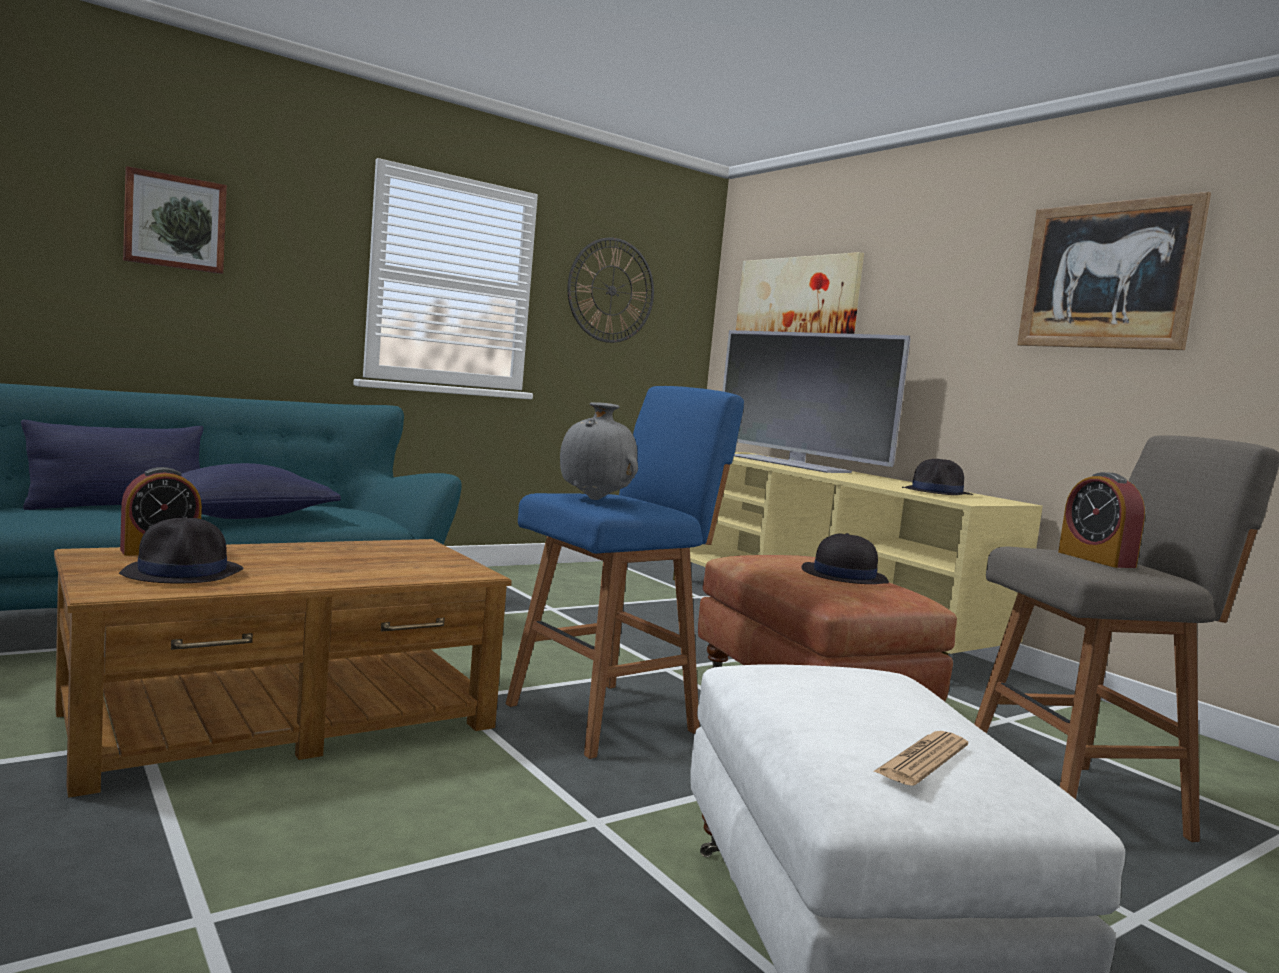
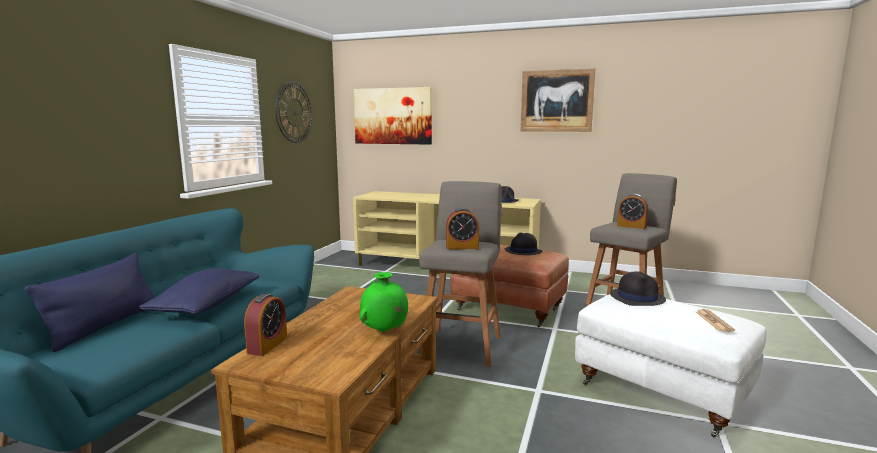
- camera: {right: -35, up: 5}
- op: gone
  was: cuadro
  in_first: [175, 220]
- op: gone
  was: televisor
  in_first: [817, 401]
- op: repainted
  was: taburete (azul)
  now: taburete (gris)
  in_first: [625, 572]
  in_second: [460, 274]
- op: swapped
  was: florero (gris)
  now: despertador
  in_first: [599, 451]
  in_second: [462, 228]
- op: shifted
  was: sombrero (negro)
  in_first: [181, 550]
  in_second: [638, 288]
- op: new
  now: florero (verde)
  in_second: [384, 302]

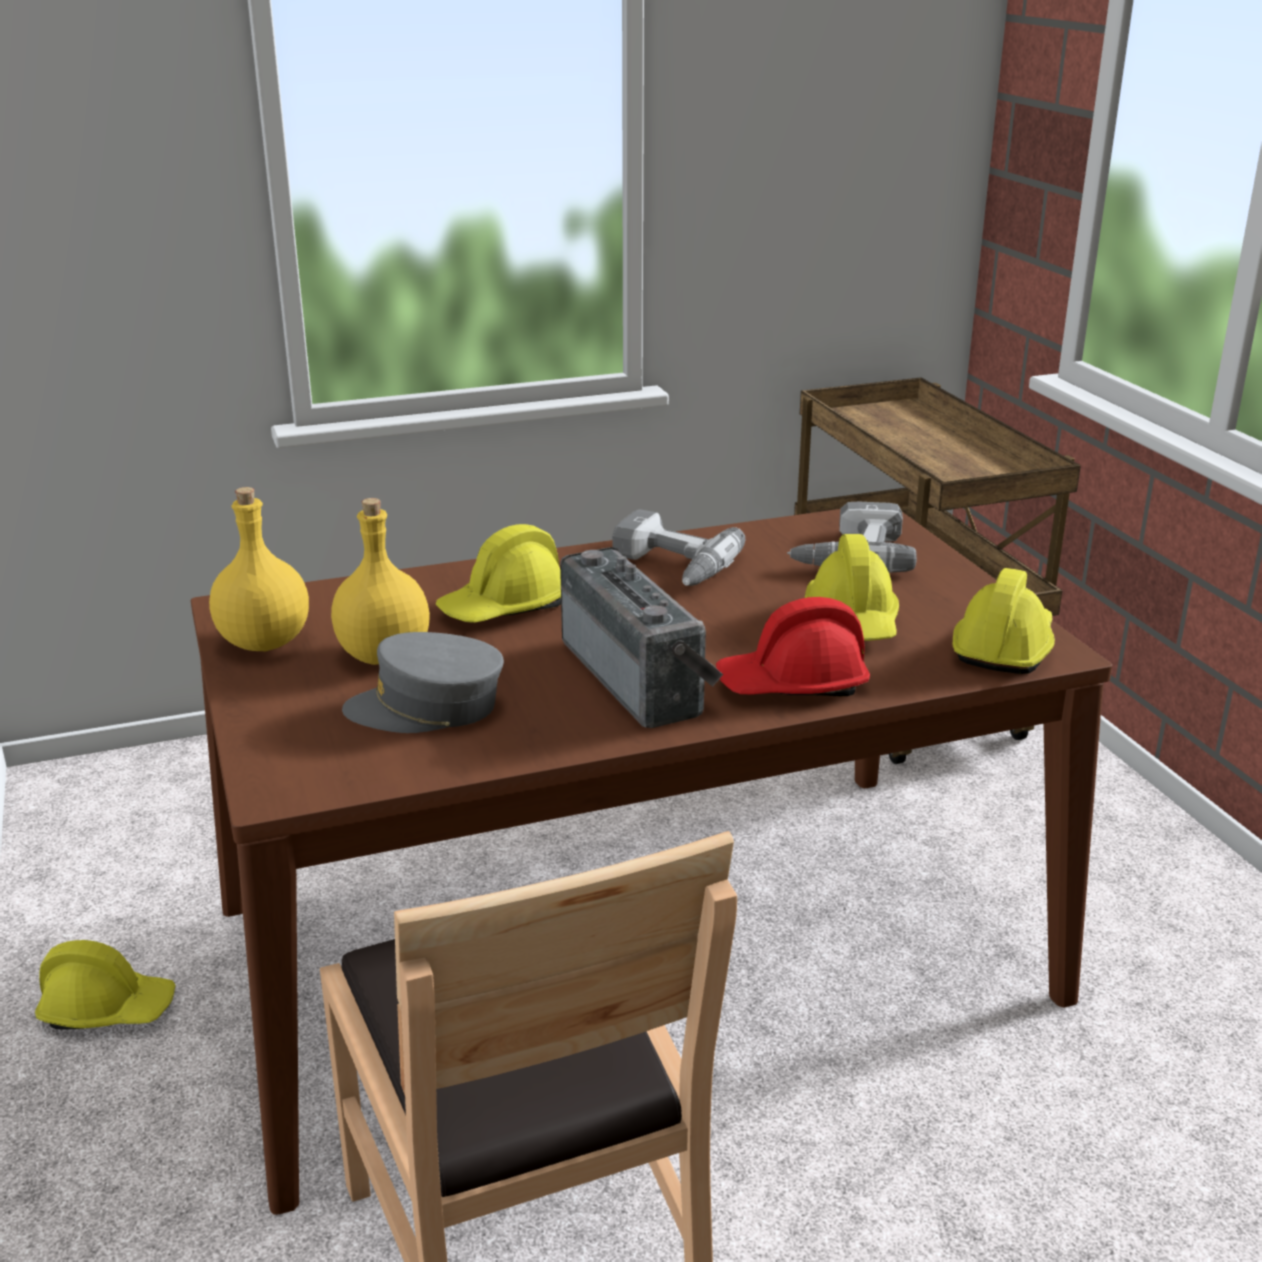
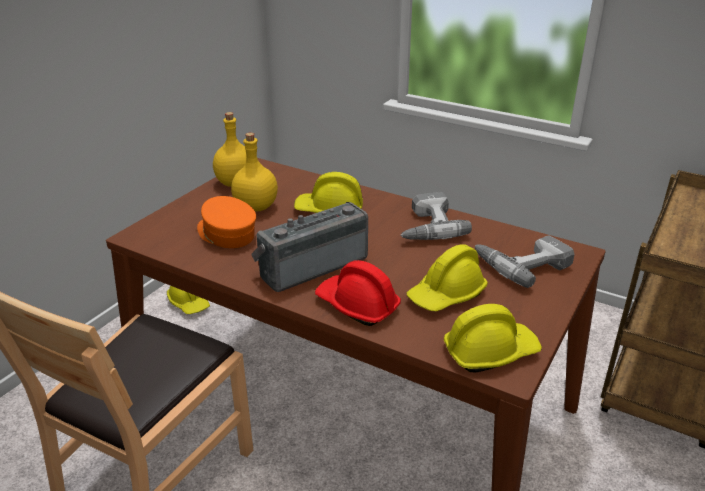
- camera: {right: 50, up: 5}
- op: rotated
  was: radio
  in_first: [641, 637]
  in_second: [309, 247]
  clockwise: -150
- op: repainted
  was: gorra (gris)
  now: gorra (naranja)
  in_first: [423, 682]
  in_second: [226, 222]

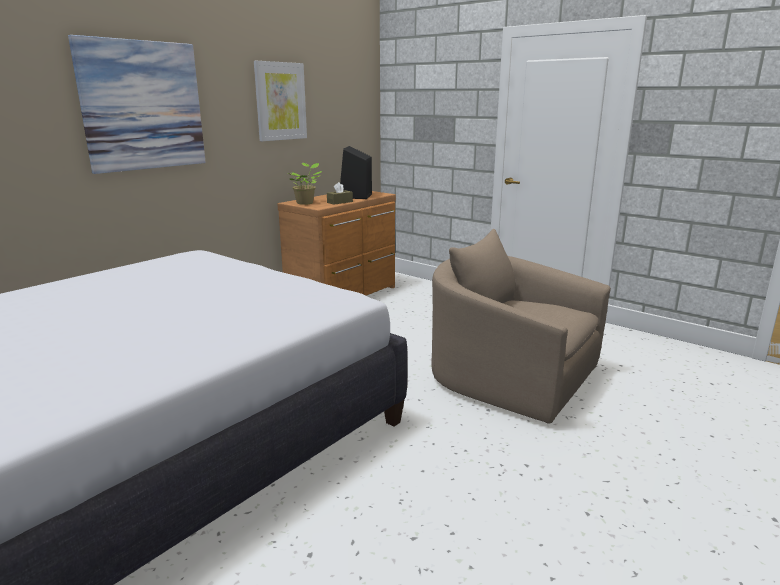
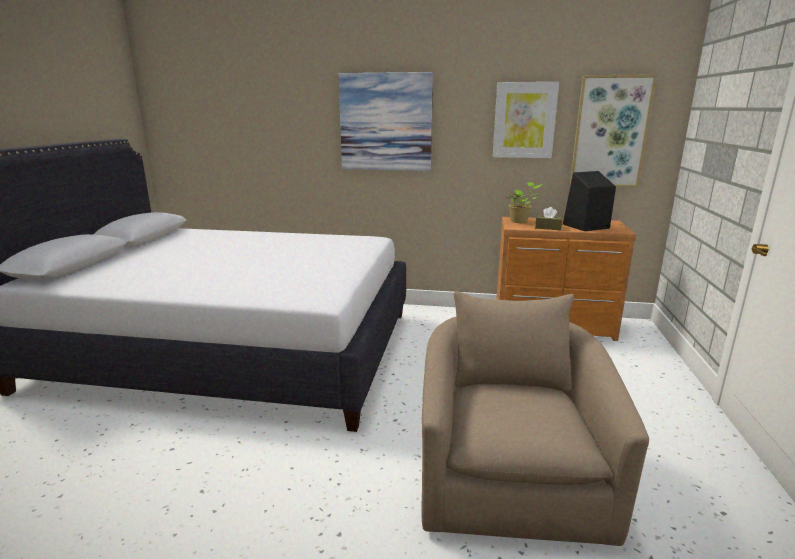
- camera: {right: 60, up: 0}
- op: new
  now: cuadro
  in_second: [613, 131]

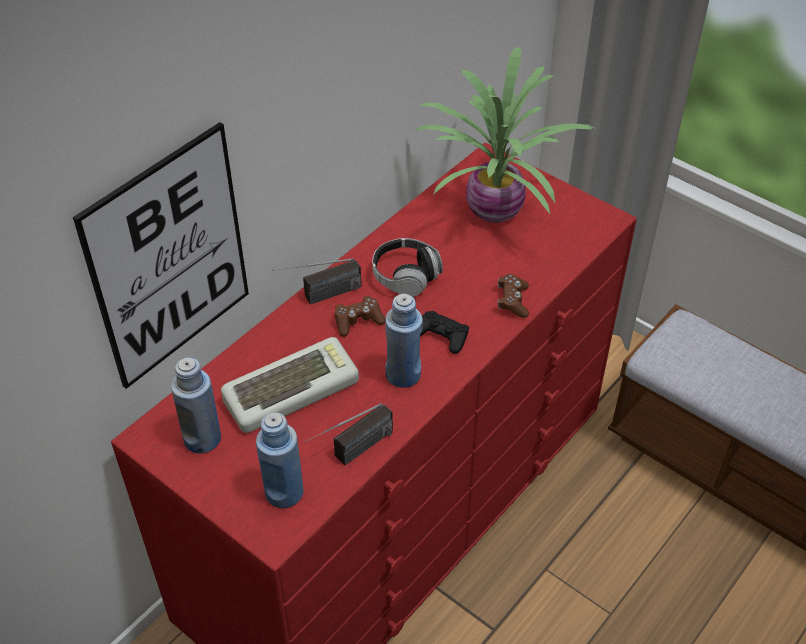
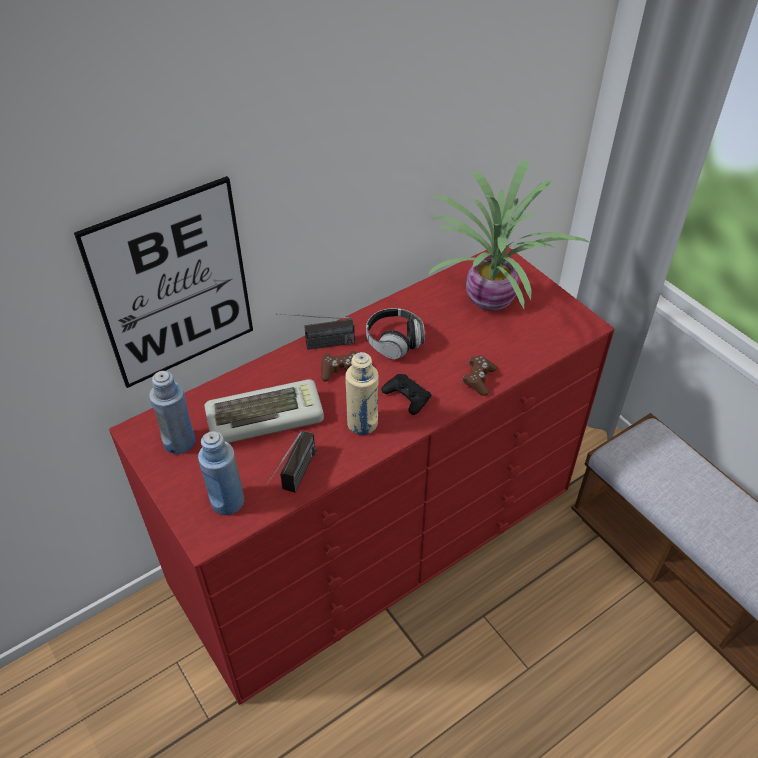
- camera: {right: 15, up: 0}
- op: repainted
  was: botella (azul)
  now: botella (beis)
  in_first: [404, 341]
  in_second: [361, 393]
- op: rotated
  was: radio
  in_first: [349, 434]
  in_second: [291, 462]
  clockwise: -45

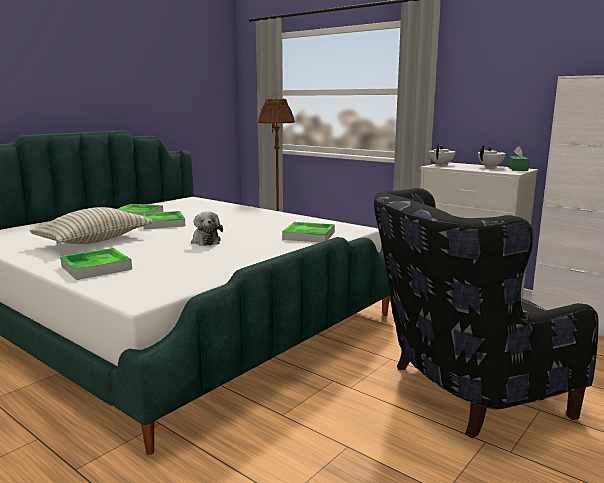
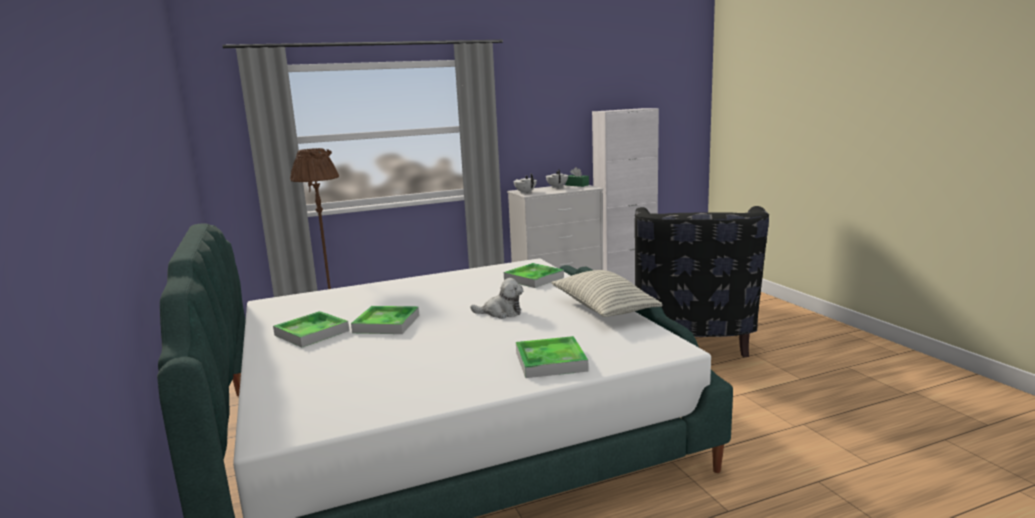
- camera: {right: -60, up: 0}
- op: shifted
  was: cojín
  in_first: [91, 225]
  in_second: [607, 293]

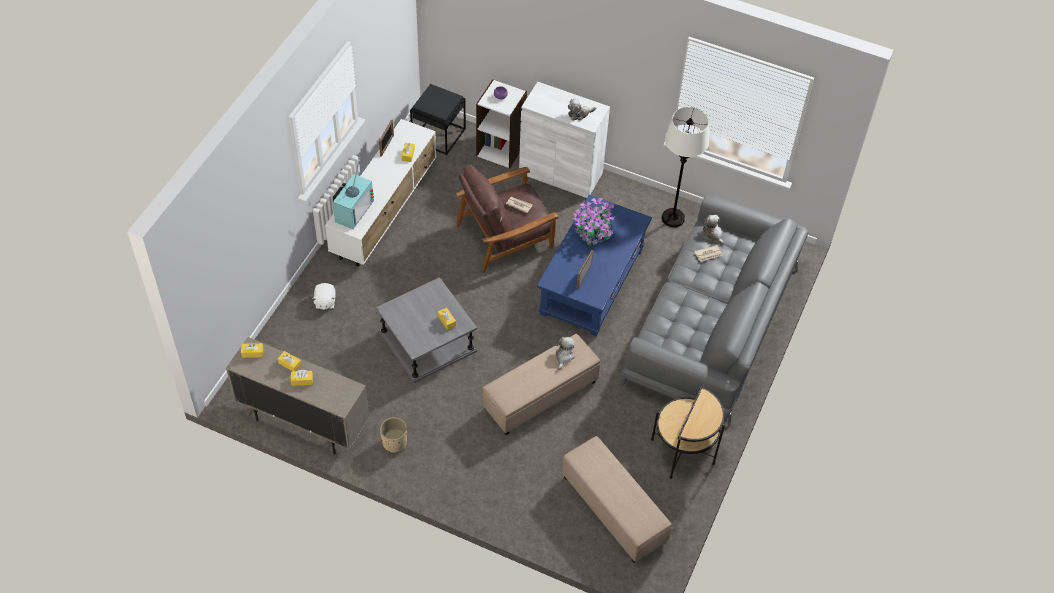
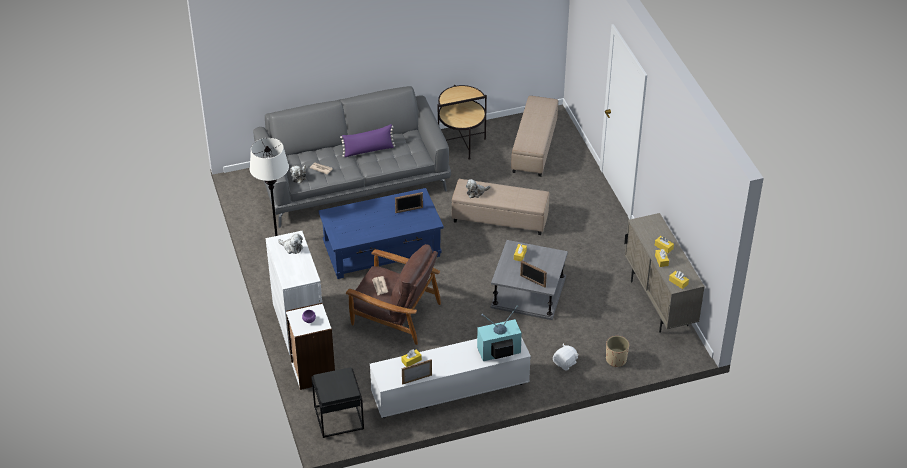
- camera: {right: -130, up: -10}
- op: gone
  was: planta en maceta
  in_first: [593, 221]
- op: shifted
  was: maceta (beis)
  in_first: [393, 434]
  in_second: [617, 351]
- op: new
  now: cojín (morado)
  in_second: [367, 140]
- op: new
  now: portarretratos
  in_second: [533, 274]

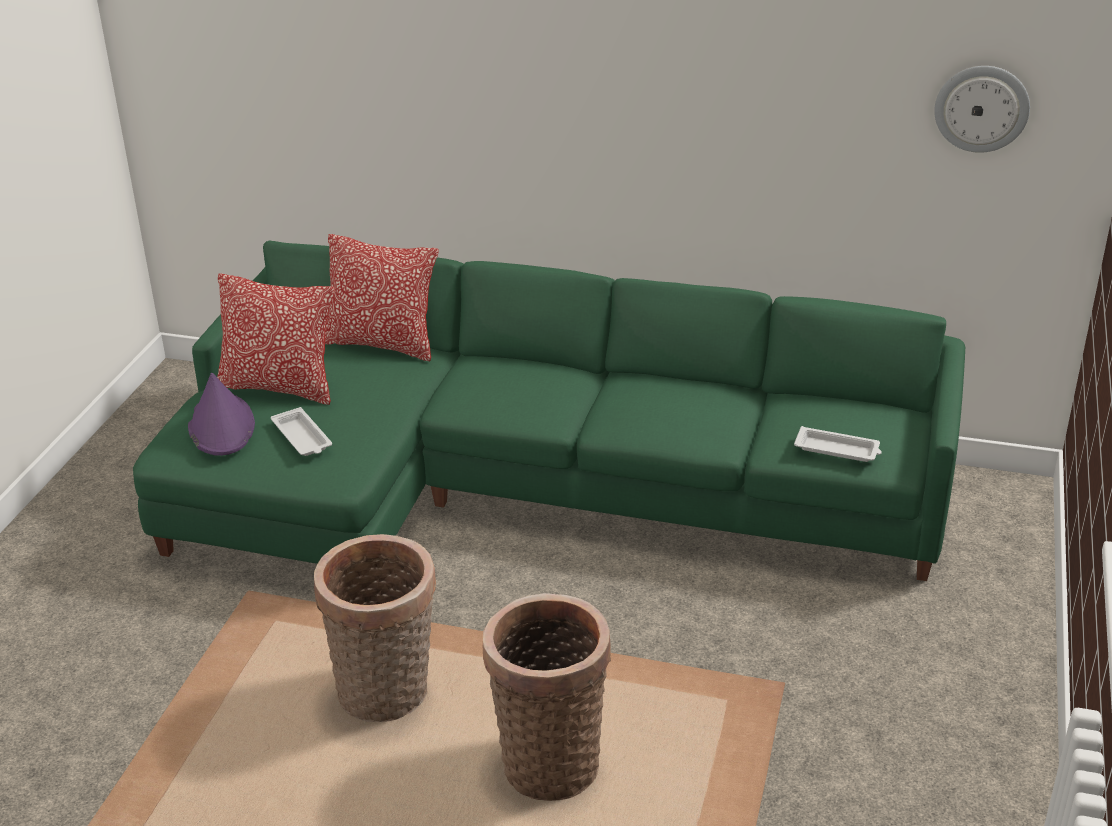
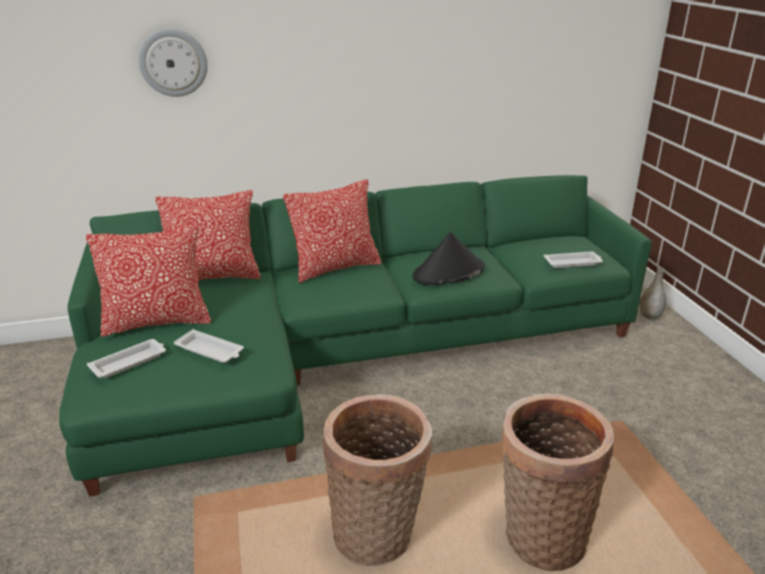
- camera: {right: -30, up: -5}
- op: shifted
  was: reloj de pared
  in_first: [982, 109]
  in_second: [173, 63]
- op: swapped
  was: sombrero (morado)
  now: bandeja (blanco)
  in_first: [221, 414]
  in_second: [126, 358]
- op: new
  now: cojín
  in_second: [332, 231]
- op: new
  now: sombrero (negro)
  in_second: [449, 258]
- op: new
  now: florero (gris)
  in_second: [652, 294]

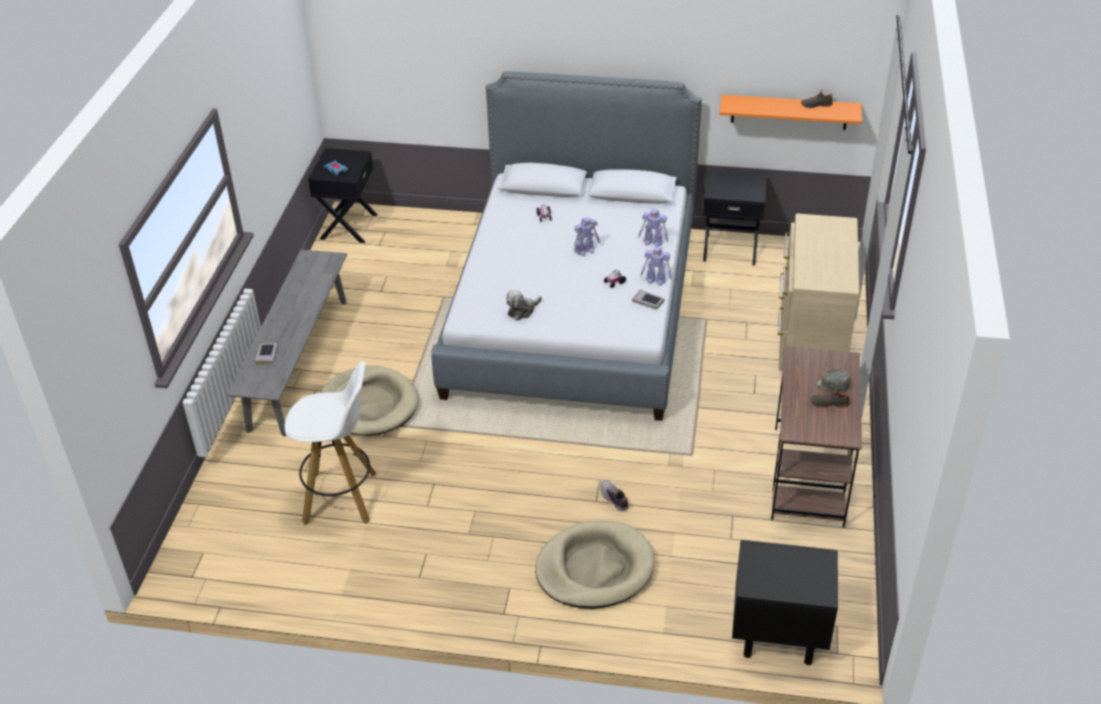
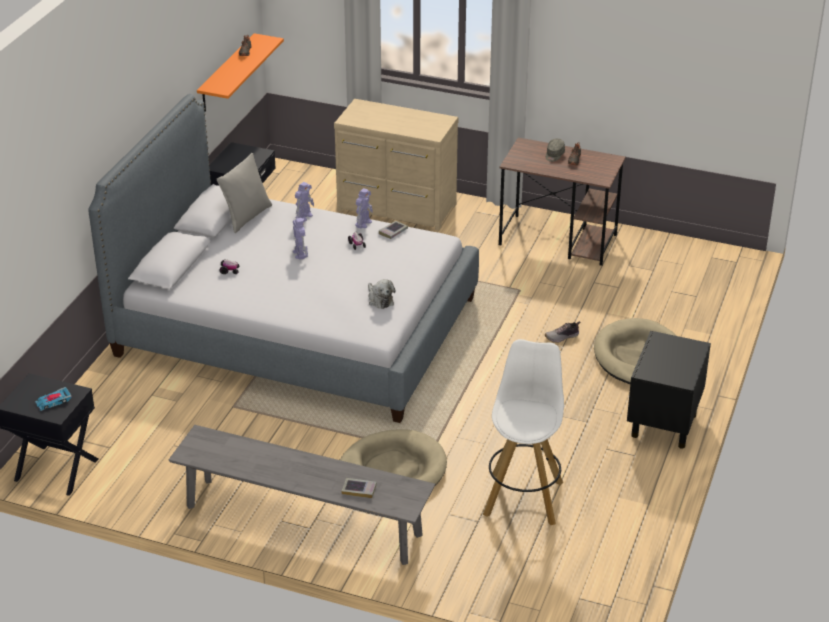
- camera: {right: -80, up: -5}
- op: shifted
  was: mesita de noche (negro)
  in_first: [785, 602]
  in_second: [669, 390]
- op: new
  now: cojín (gris)
  in_second: [244, 193]

